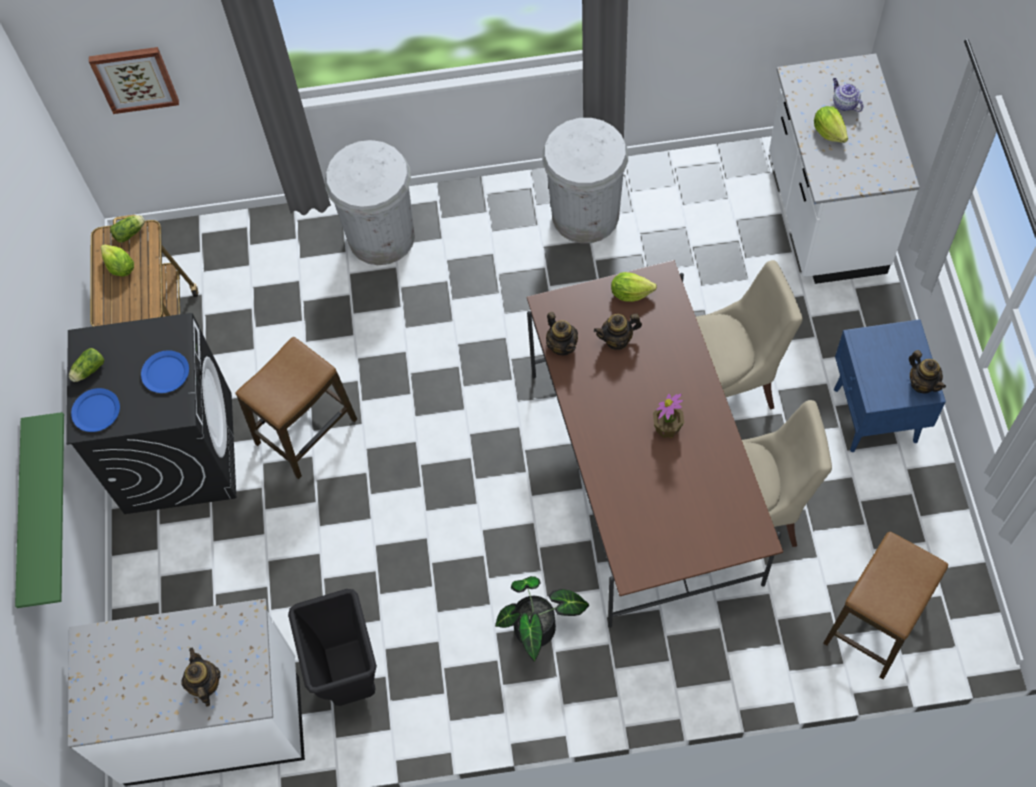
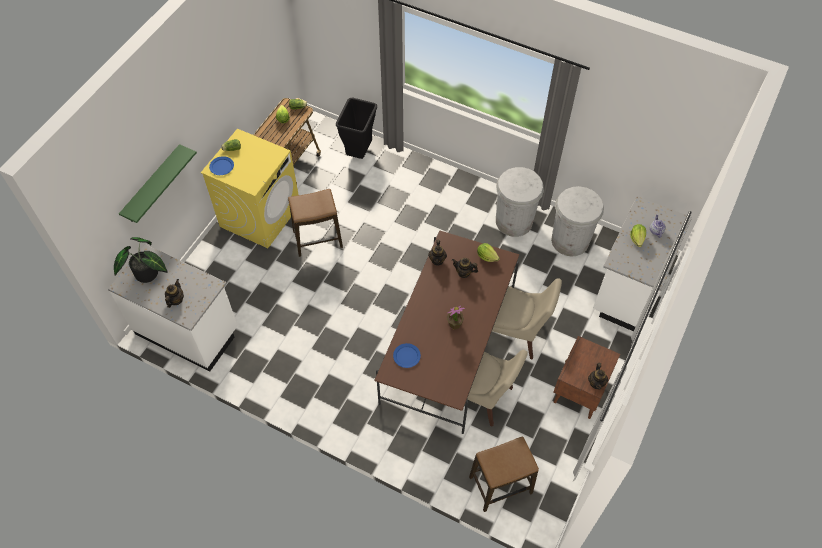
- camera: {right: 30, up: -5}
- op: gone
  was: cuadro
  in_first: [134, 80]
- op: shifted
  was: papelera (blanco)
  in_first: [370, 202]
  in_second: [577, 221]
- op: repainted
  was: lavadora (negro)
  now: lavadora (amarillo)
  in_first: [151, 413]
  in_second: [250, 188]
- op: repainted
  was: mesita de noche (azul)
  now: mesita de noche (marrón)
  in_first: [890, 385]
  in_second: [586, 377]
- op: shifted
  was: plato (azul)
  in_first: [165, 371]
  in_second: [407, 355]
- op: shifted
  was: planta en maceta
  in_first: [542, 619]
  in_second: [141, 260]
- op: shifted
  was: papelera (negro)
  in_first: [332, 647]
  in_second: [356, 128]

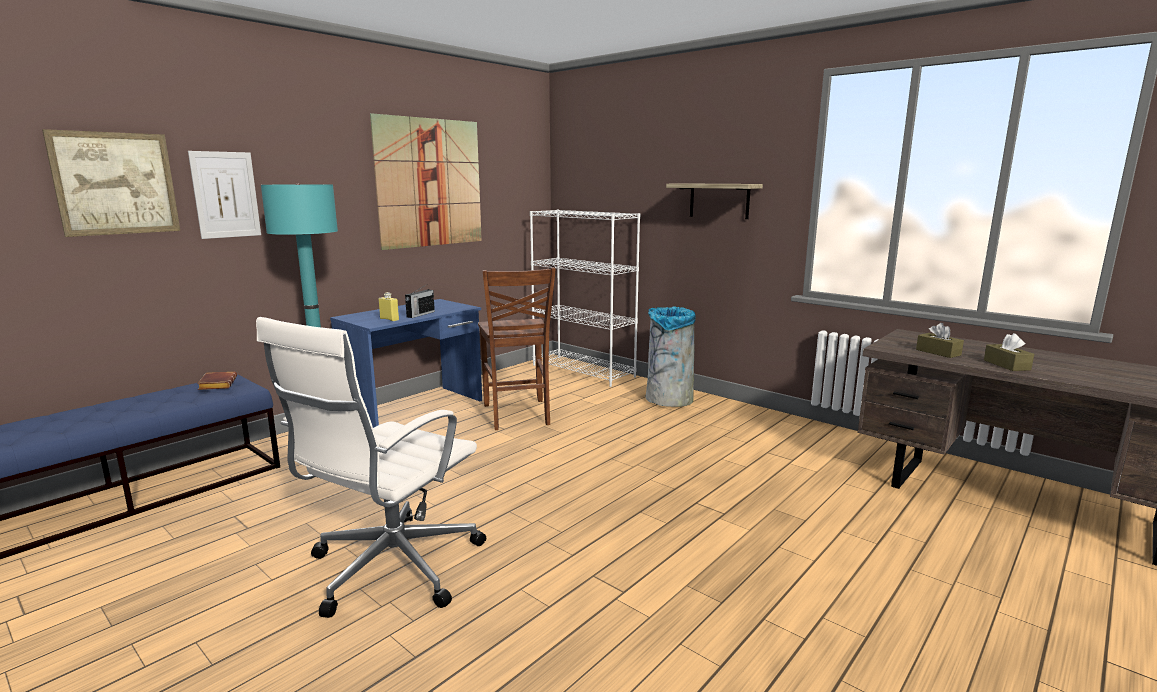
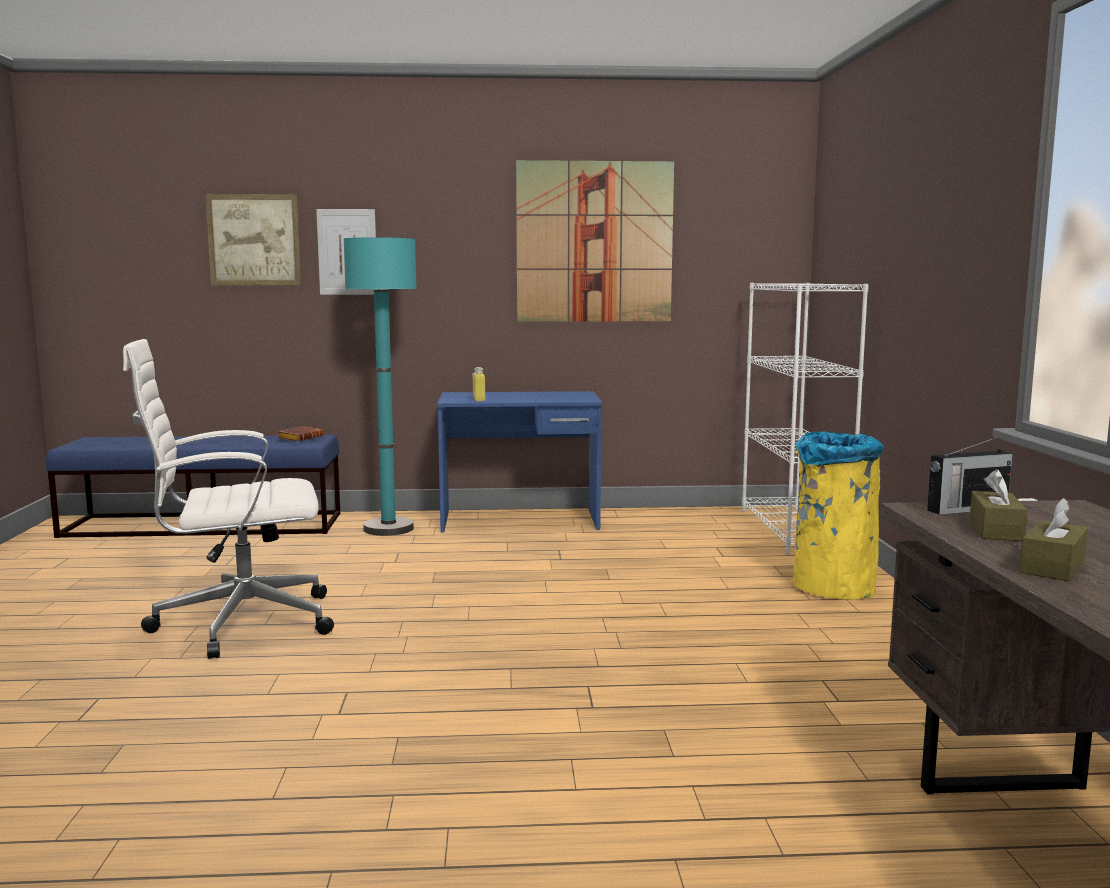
- camera: {right: 45, up: -5}
- op: gone
  was: estante
  in_first: [714, 201]
- op: gone
  was: silla (marrón)
  in_first: [517, 348]
- op: shifted
  was: radio
  in_first: [420, 302]
  in_second: [970, 476]
- op: repainted
  was: papelera (gris)
  now: papelera (amarillo)
  in_first: [670, 356]
  in_second: [838, 515]

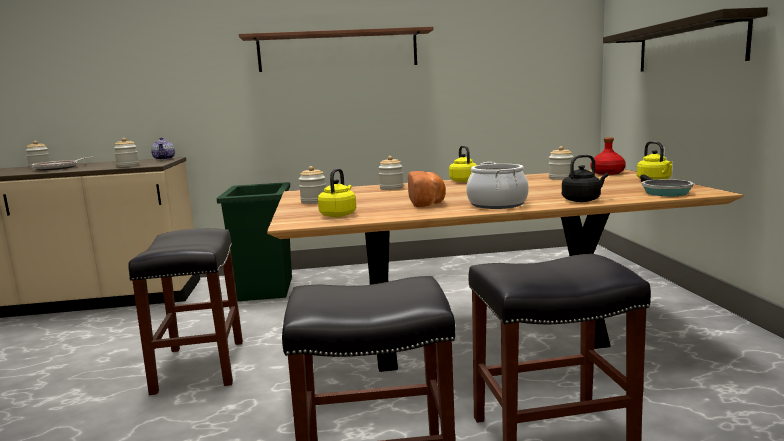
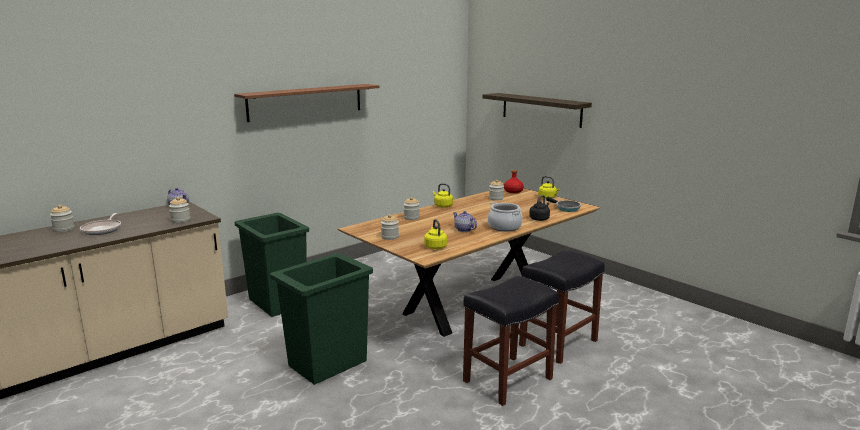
- camera: {right: -35, up: 5}
- op: swapped
  was: pan
  now: tetera
  in_first: [427, 189]
  in_second: [465, 221]
- op: swapped
  was: taburete (negro)
  now: papelera (verde)
  in_first: [186, 311]
  in_second: [321, 319]

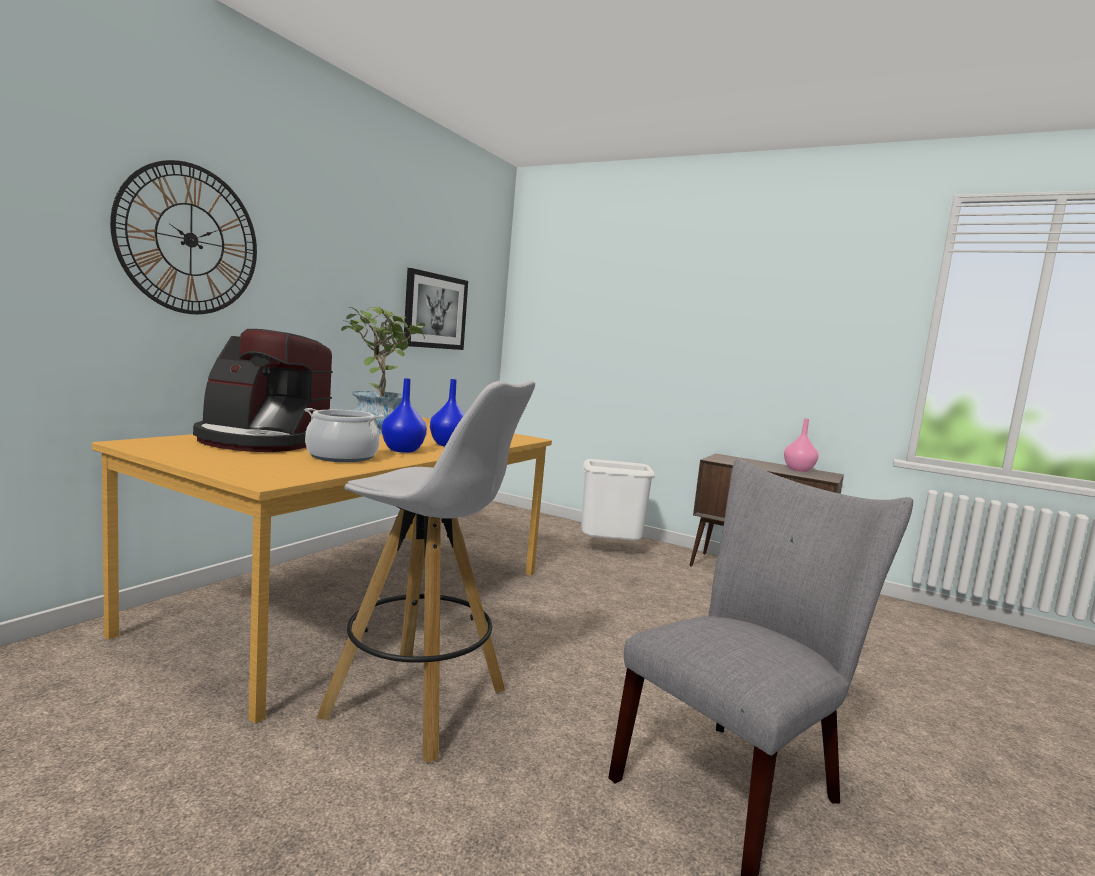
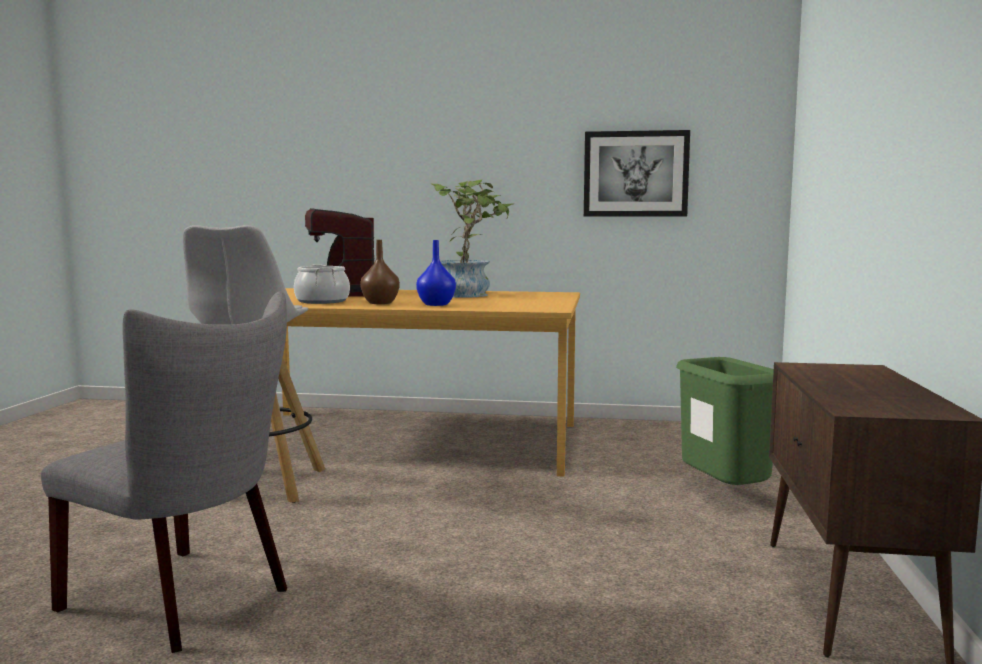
- camera: {right: 70, up: 0}
- op: gone
  was: reloj de pared
  in_first: [183, 237]
- op: repainted
  was: florero (azul)
  now: florero (marrón)
  in_first: [404, 415]
  in_second: [380, 272]
- op: gone
  was: florero (rosa)
  in_first: [801, 445]
- op: repainted
  was: papelera (blanco)
  now: papelera (verde)
  in_first: [618, 500]
  in_second: [725, 421]

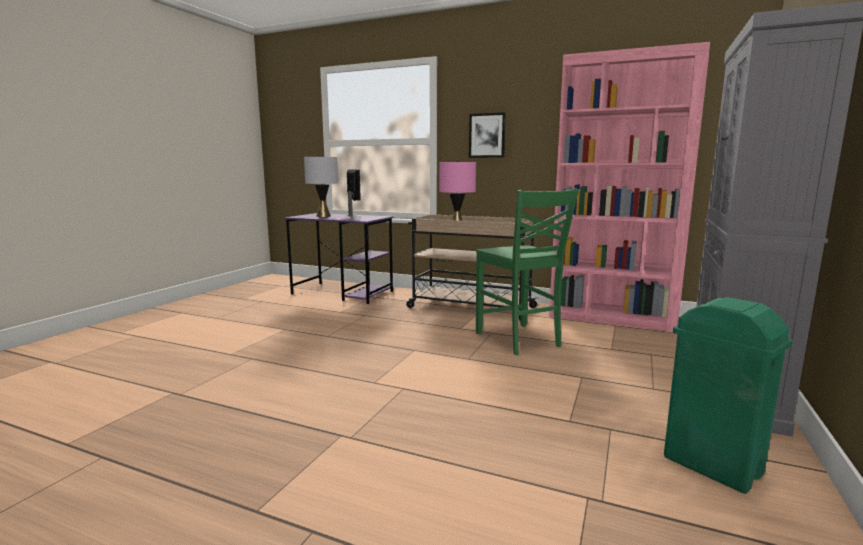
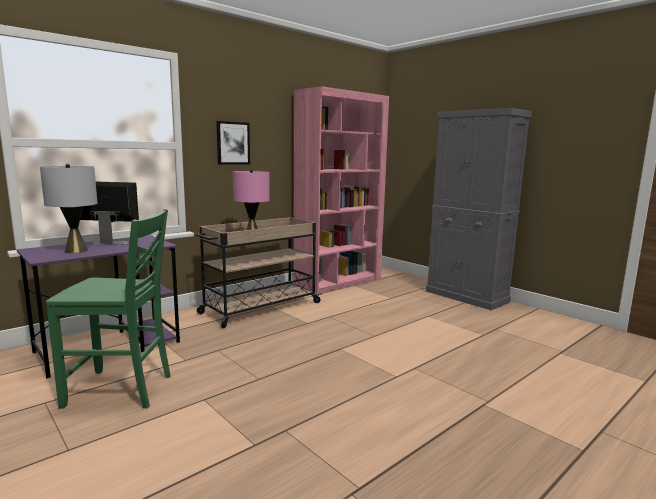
- camera: {right: -65, up: 0}
- op: shifted
  was: silla (verde)
  in_first: [527, 272]
  in_second: [108, 309]
- op: gone
  was: papelera (verde)
  in_first: [728, 395]

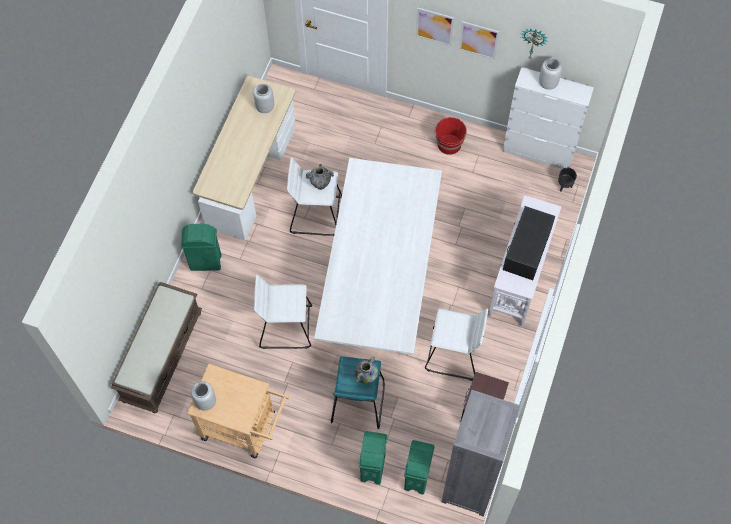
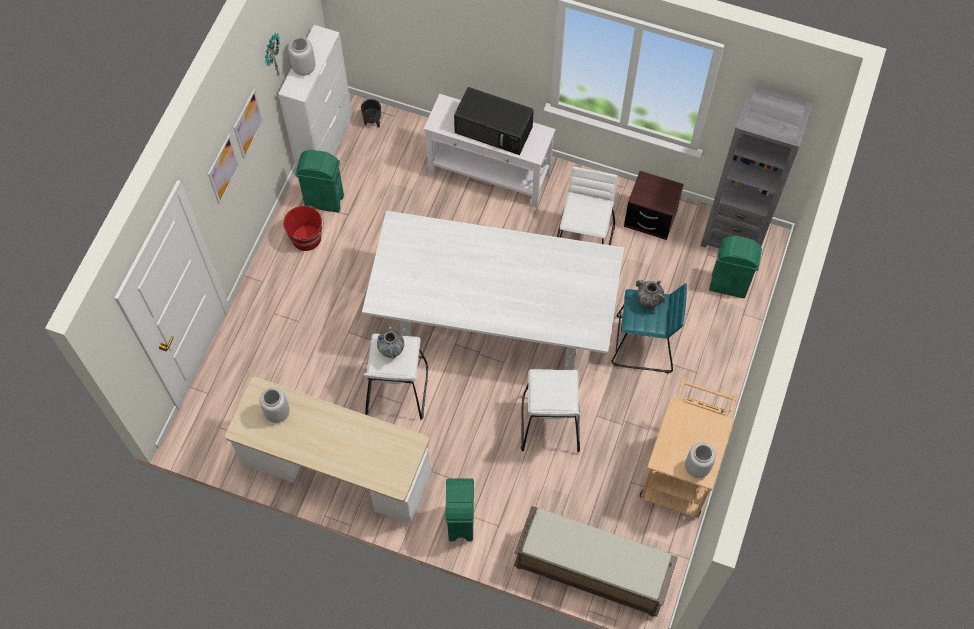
- camera: {right: -90, up: 0}
- op: shifted
  was: papelera (verde)
  in_first: [373, 458]
  in_second: [319, 181]

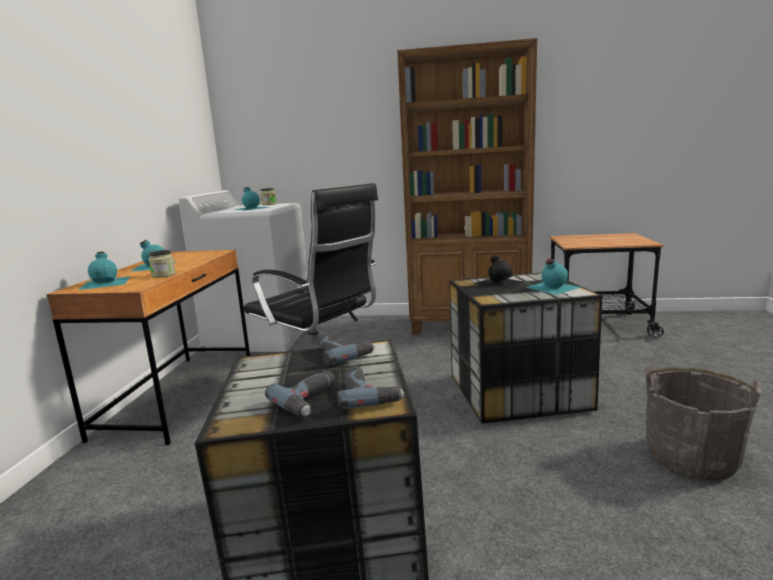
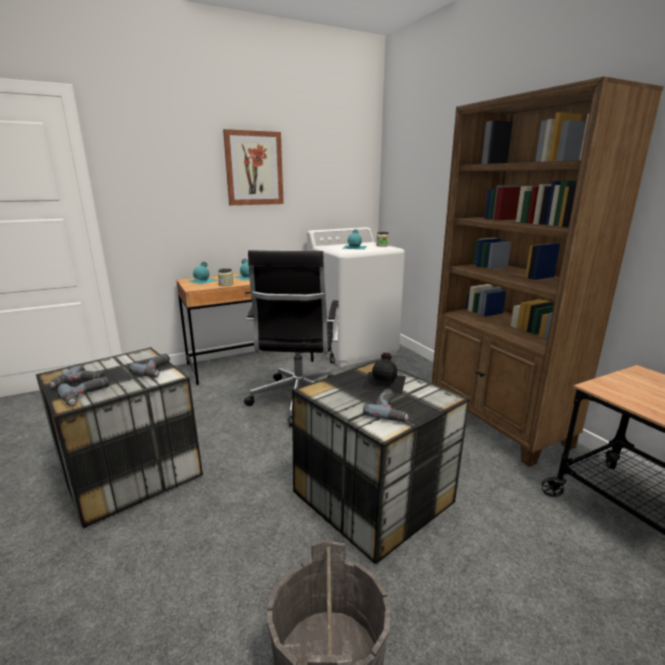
- camera: {right: 55, up: 5}
- op: swapped
  was: botella (turquesa)
  now: taladro
  in_first: [553, 277]
  in_second: [385, 405]
- op: new
  now: cuadro
  in_second: [253, 167]

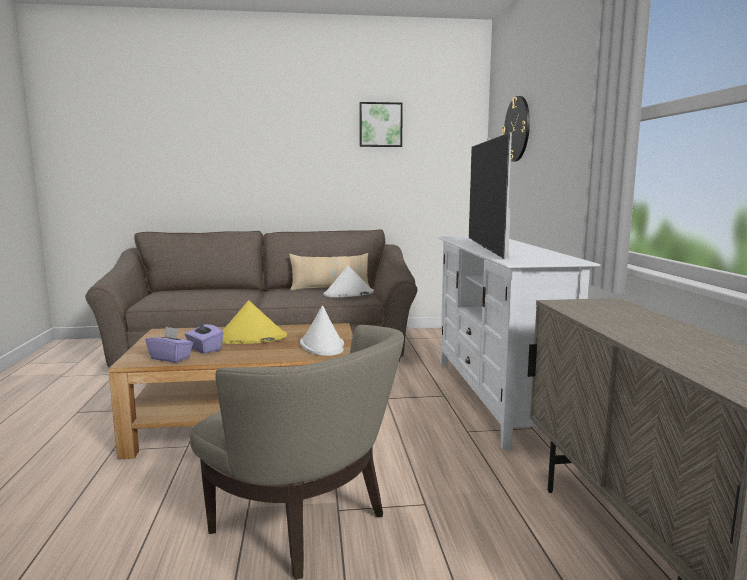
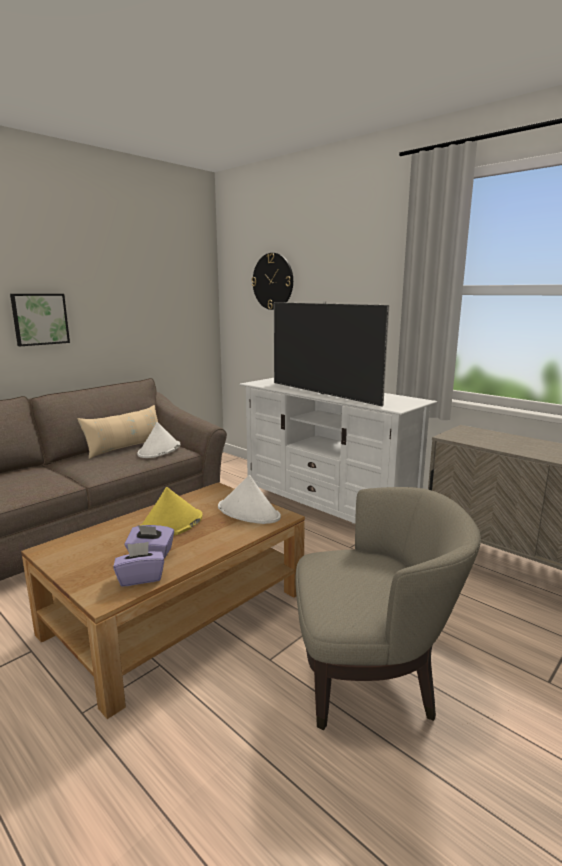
- camera: {right: -40, up: 5}
- op: shifted
  was: cuadro
  in_first: [381, 124]
  in_second: [40, 320]

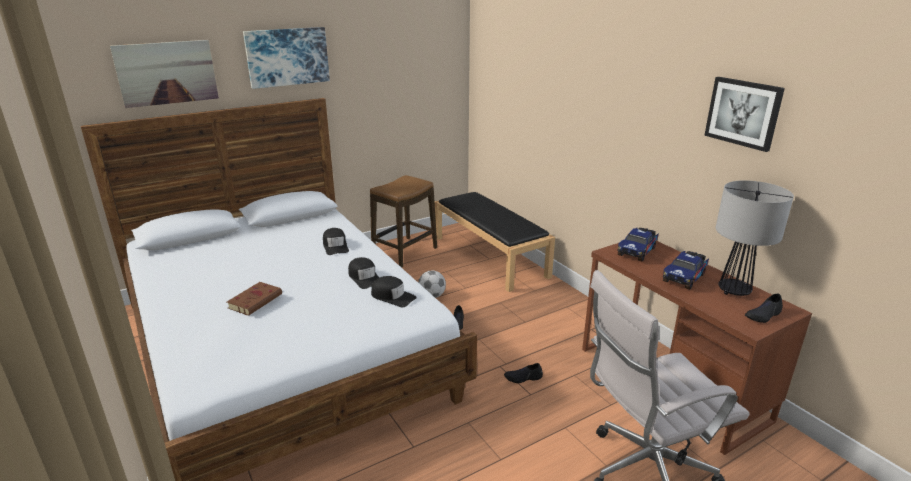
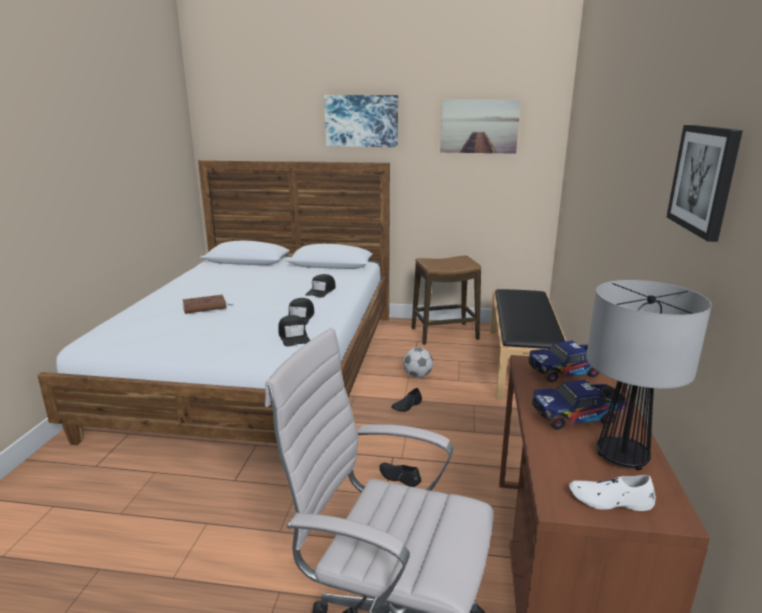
- camera: {right: 40, up: -5}
- op: shifted
  was: cuadro
  in_first: [164, 74]
  in_second: [480, 127]
- op: repainted
  was: zapato (negro)
  now: zapato (blanco)
  in_first: [764, 308]
  in_second: [612, 493]

